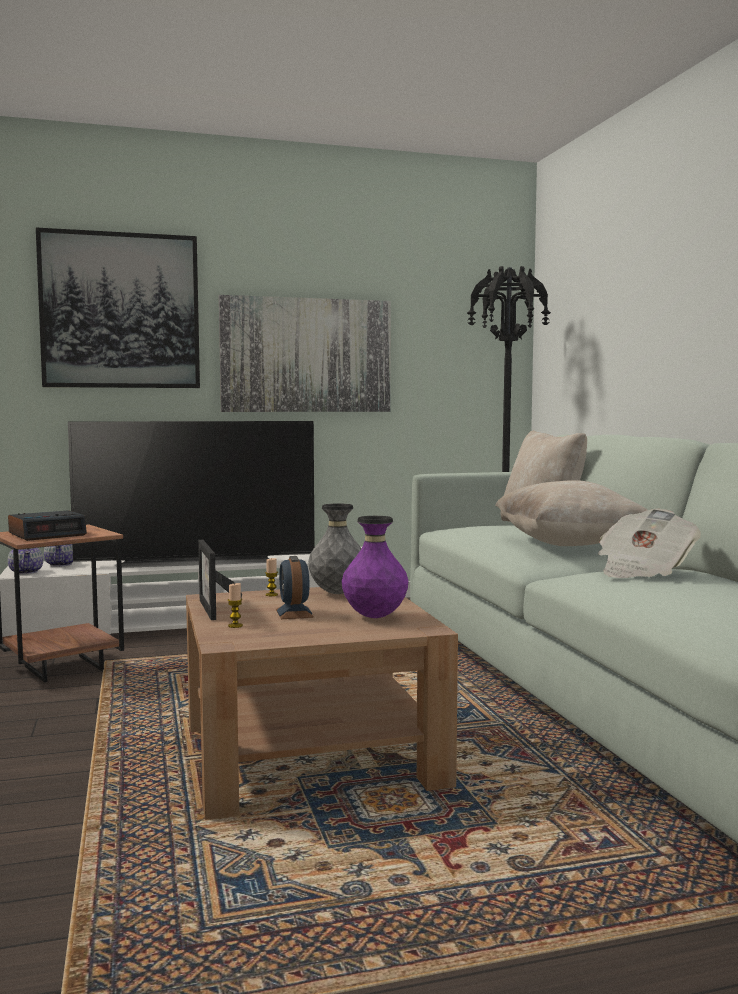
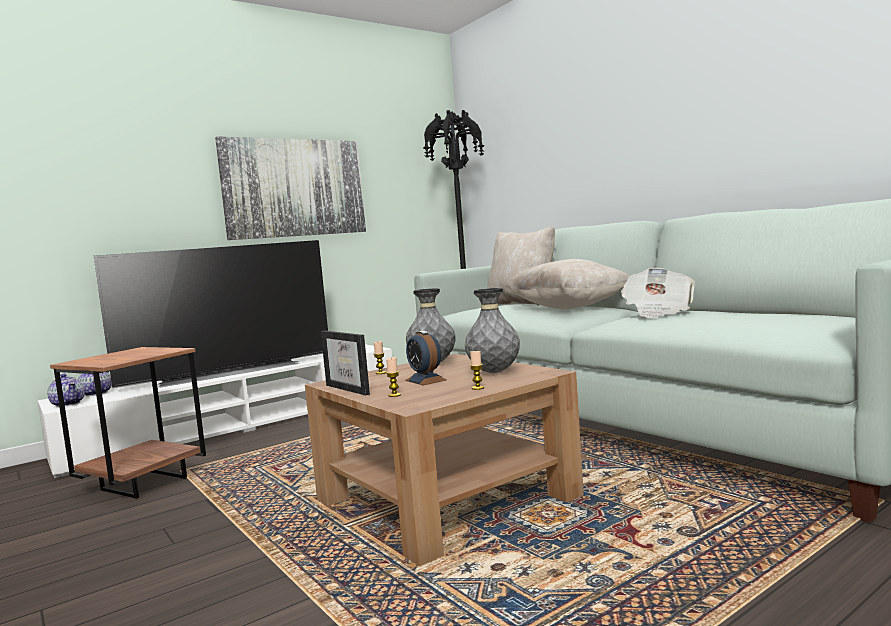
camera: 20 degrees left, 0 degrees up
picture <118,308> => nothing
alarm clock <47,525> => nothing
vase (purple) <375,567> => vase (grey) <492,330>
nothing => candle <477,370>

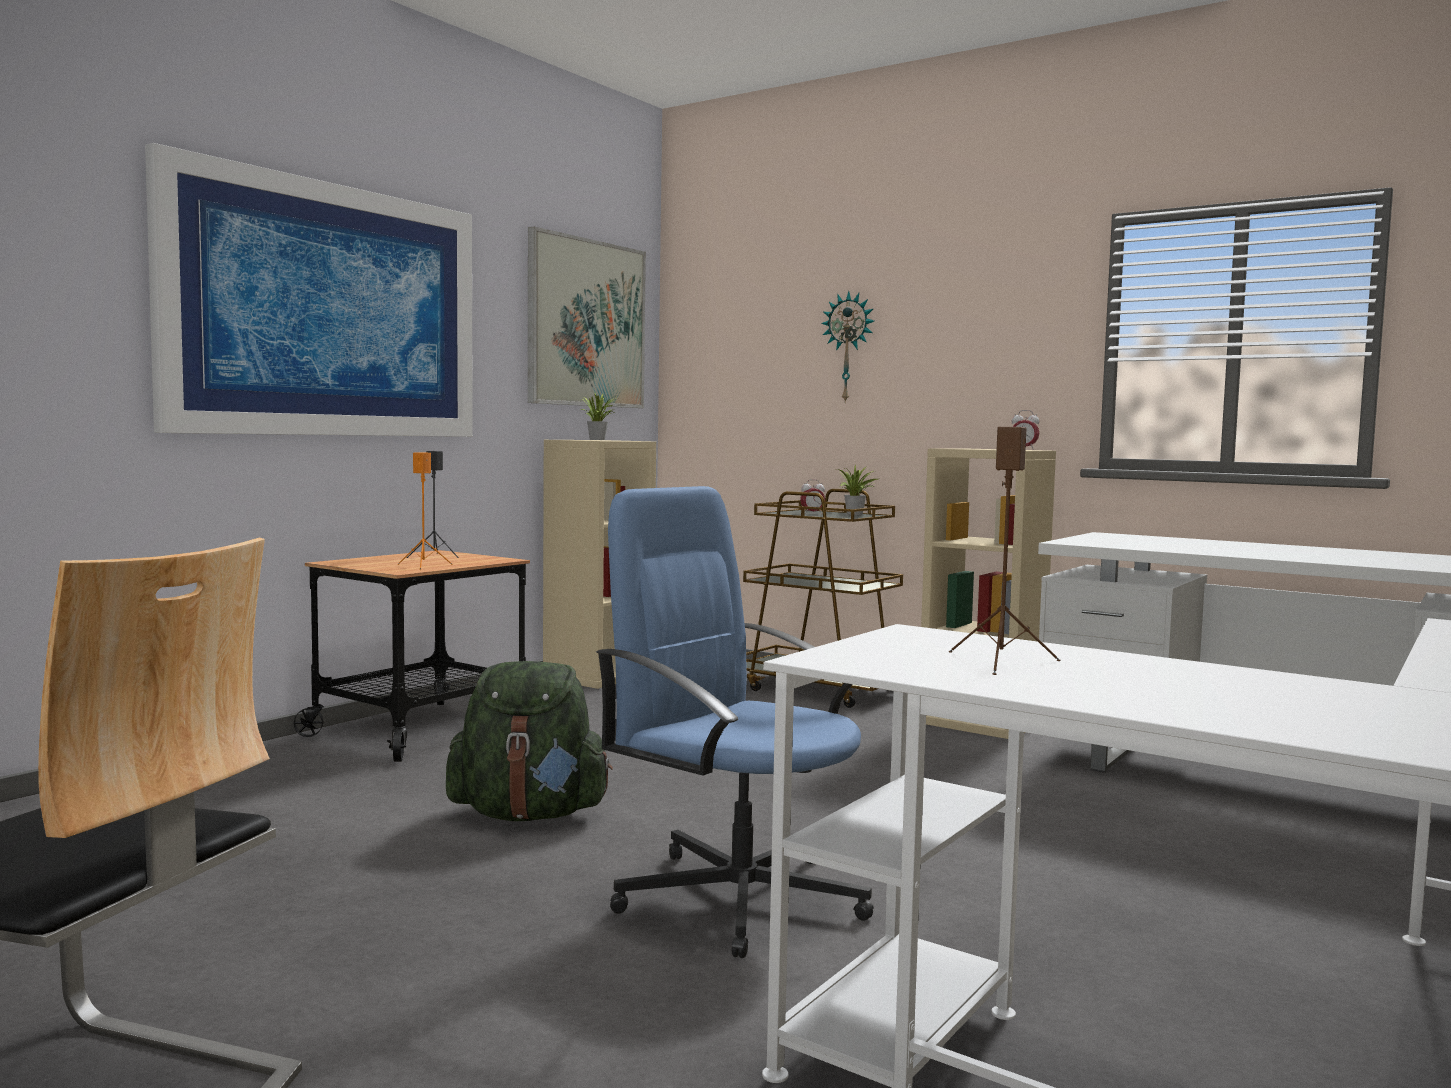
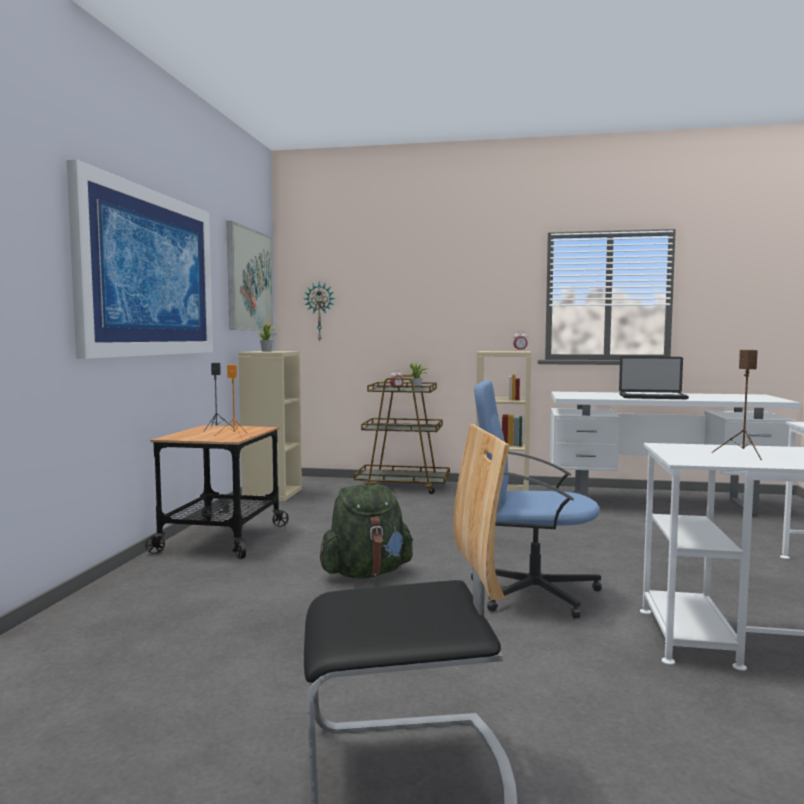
camera: 25 degrees left, 0 degrees up
wall clock <847,347> => wall clock <319,311>, move
nothing => laptop <654,377>

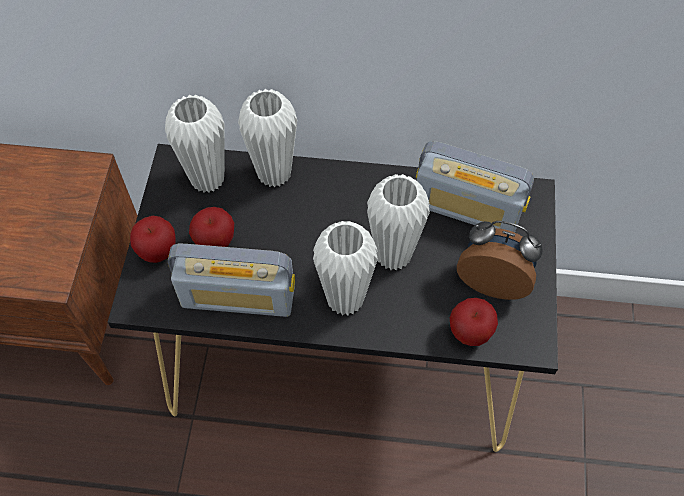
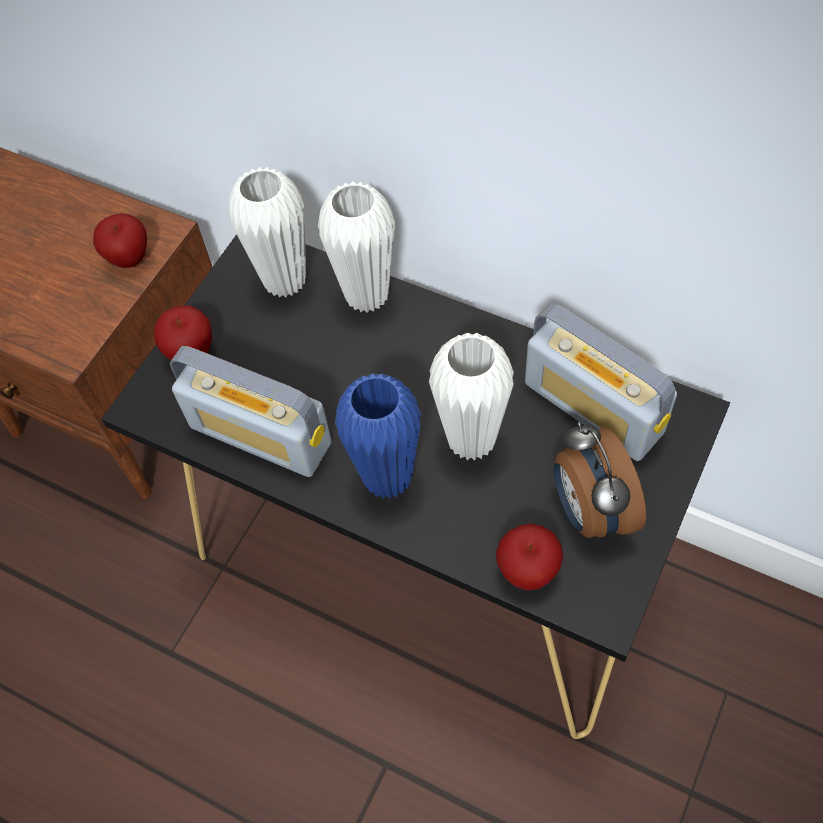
camera: 25 degrees right, 0 degrees up
apple <211,227> => apple <120,240>, move
vase (white) <345,268> => vase (blue) <378,436>
alarm clock <500,260> => alarm clock <600,480>, 150 degrees counterclockwise

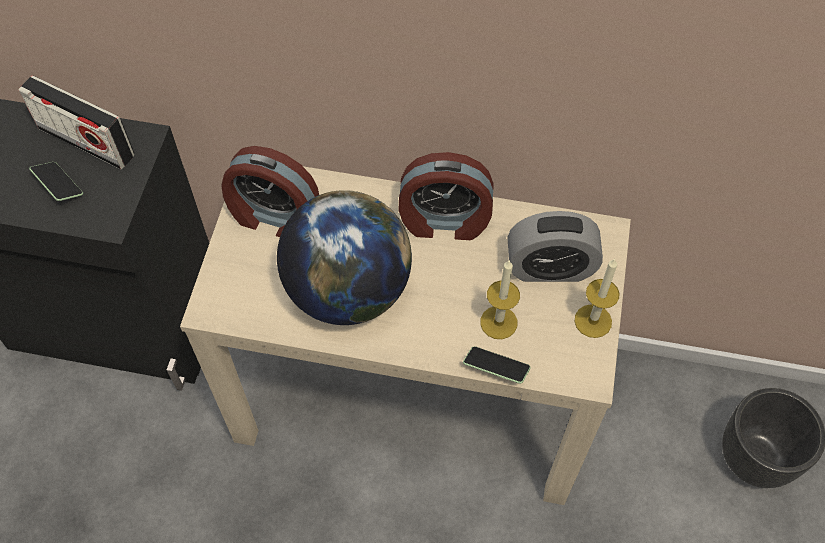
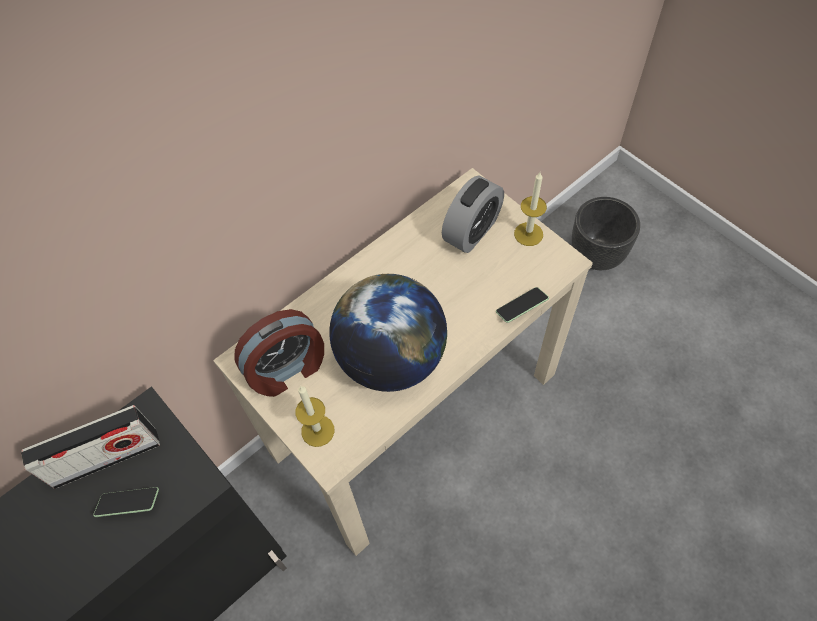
camera: 50 degrees left, 0 degrees up
alarm clock <446,196> => nothing
candle <500,300> => candle <315,416>, move

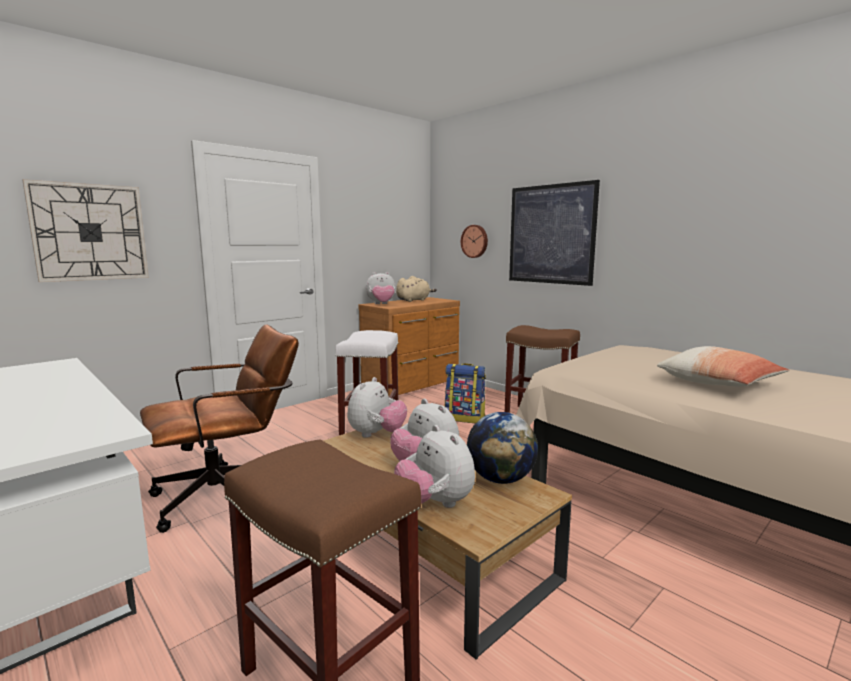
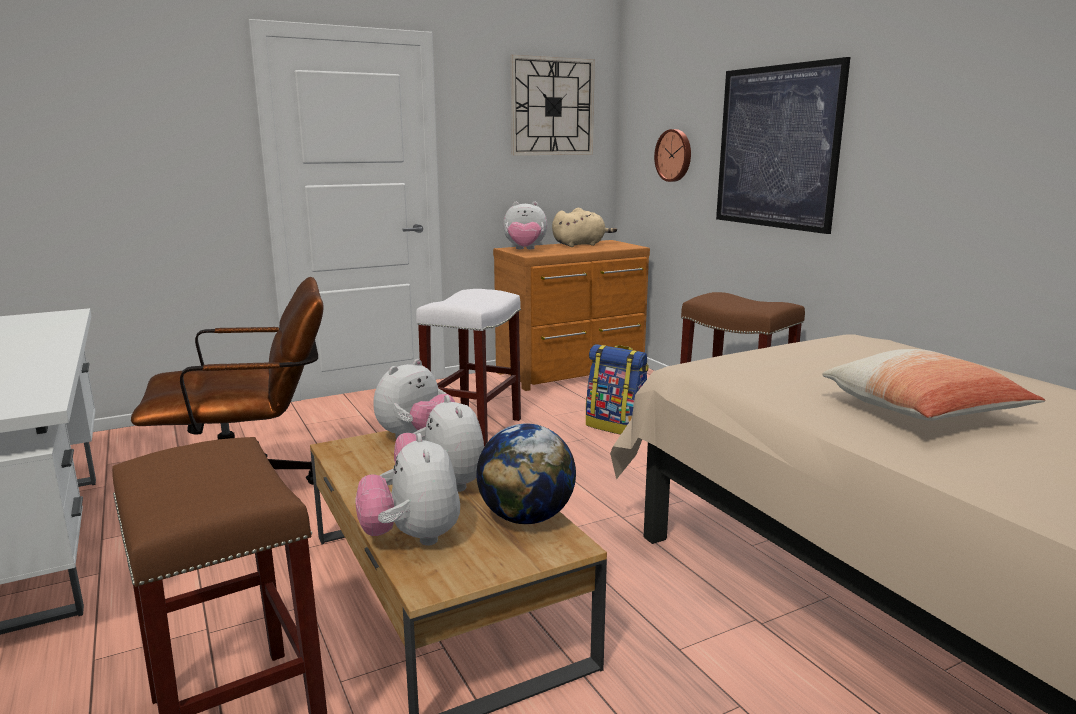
camera: 15 degrees right, 5 degrees up
wall clock <86,230> => wall clock <553,105>, move

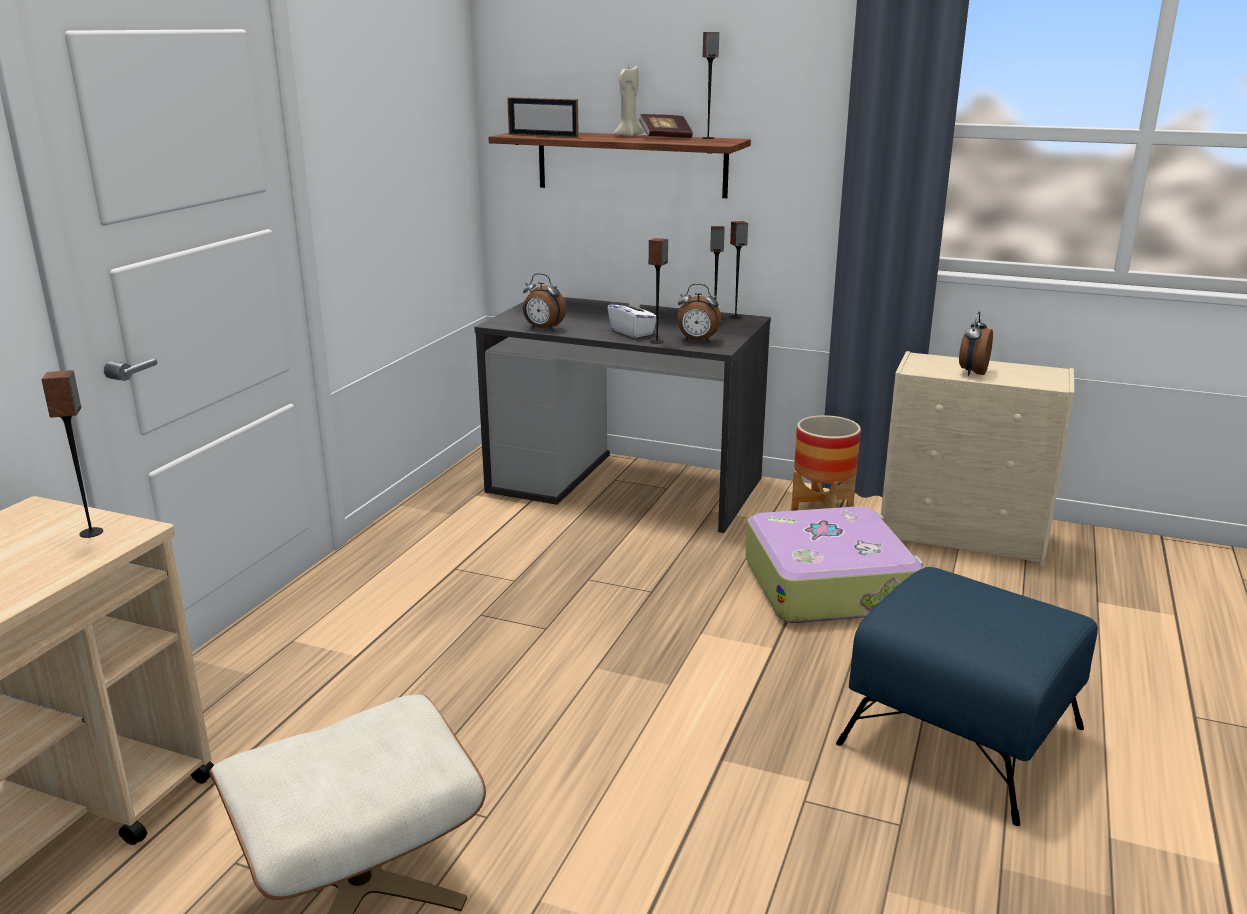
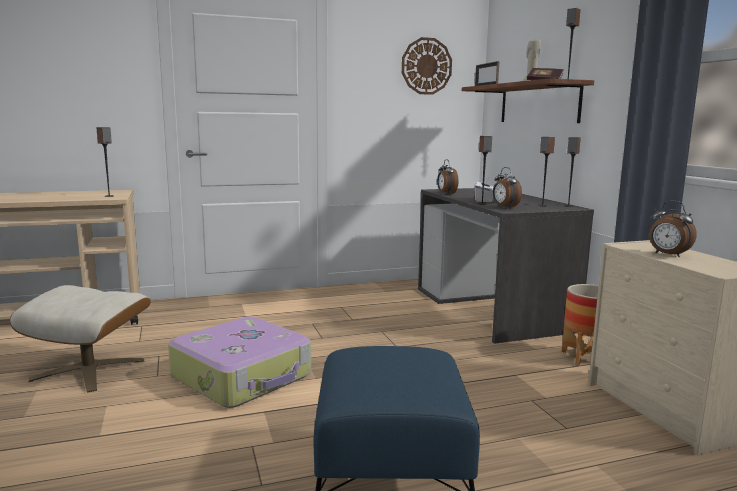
camera: 50 degrees right, 10 degrees down
alarm clock <976,344> => alarm clock <673,228>, 120 degrees counterclockwise
suitcase <834,564> => suitcase <239,362>, move
nothing => wall clock <427,66>

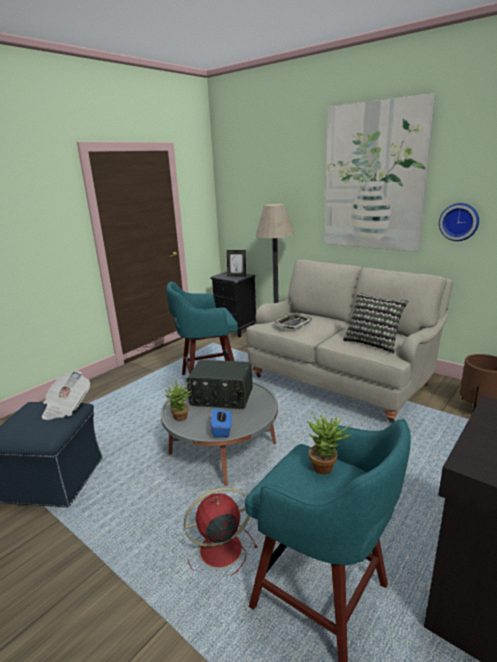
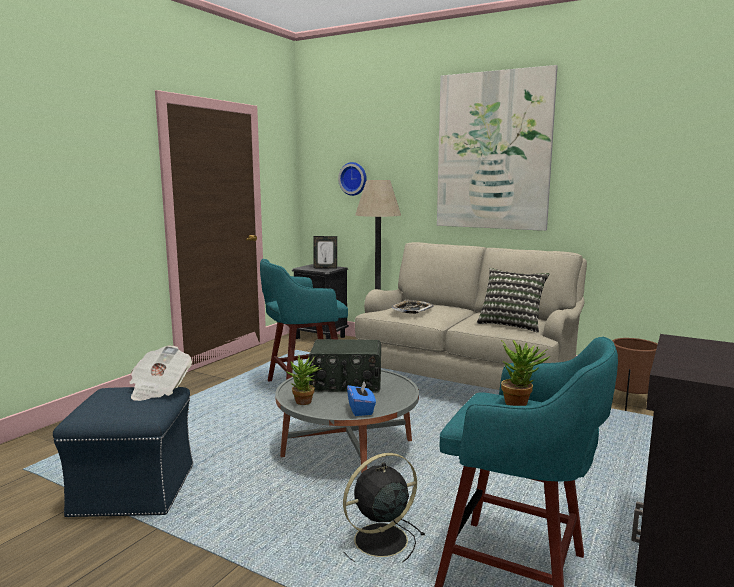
camera: 10 degrees left, 10 degrees down
wall clock <459,222> => wall clock <352,179>, move
fan (red) <221,531> => fan (black) <384,508>

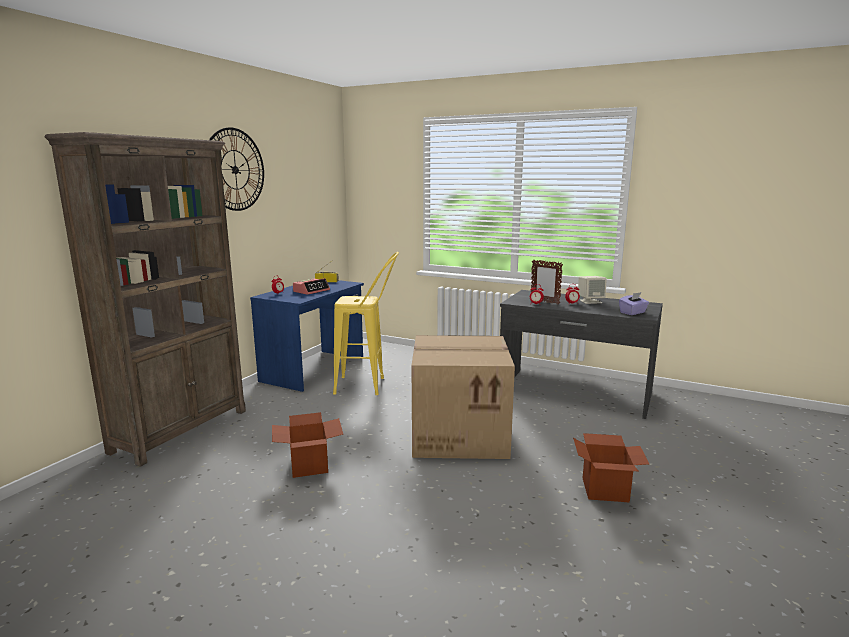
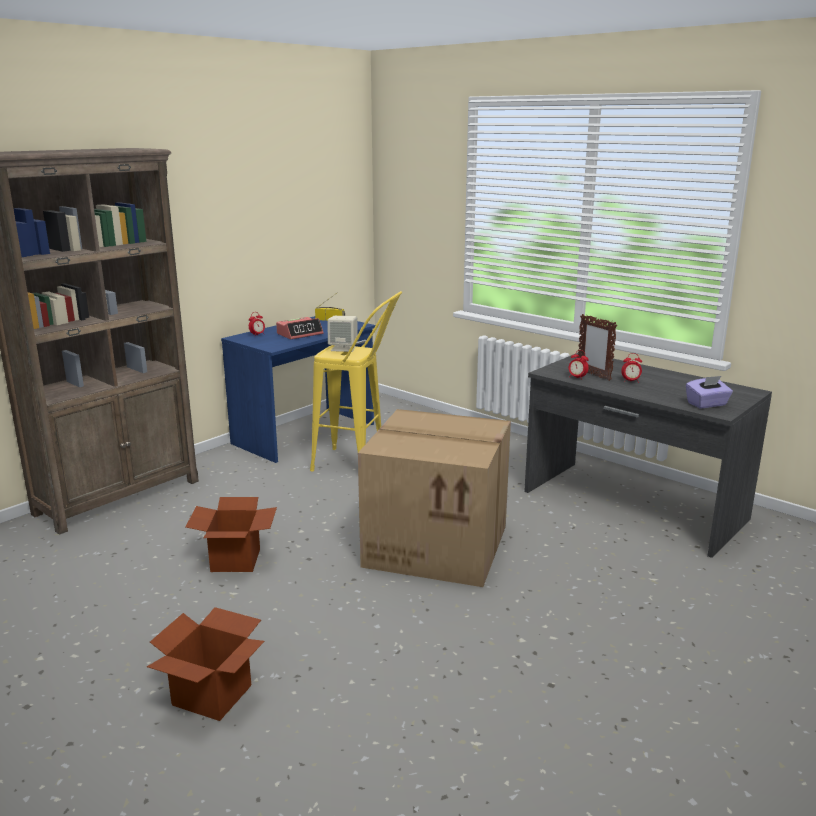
camera: 15 degrees right, 5 degrees up
wall clock <236,169> => nothing
speaker (beige) <592,290> => speaker (beige) <342,334>, move
cardboard box <611,467> => cardboard box <206,664>, move

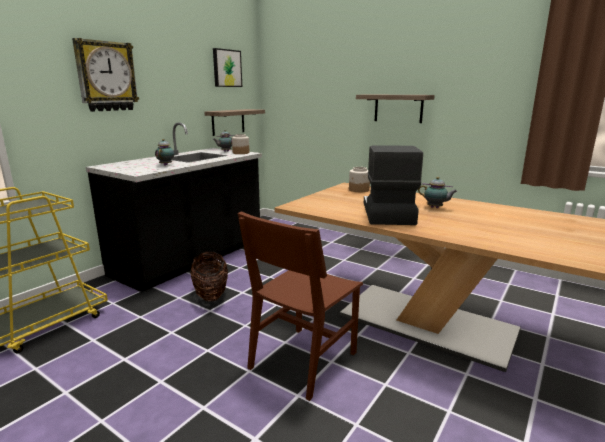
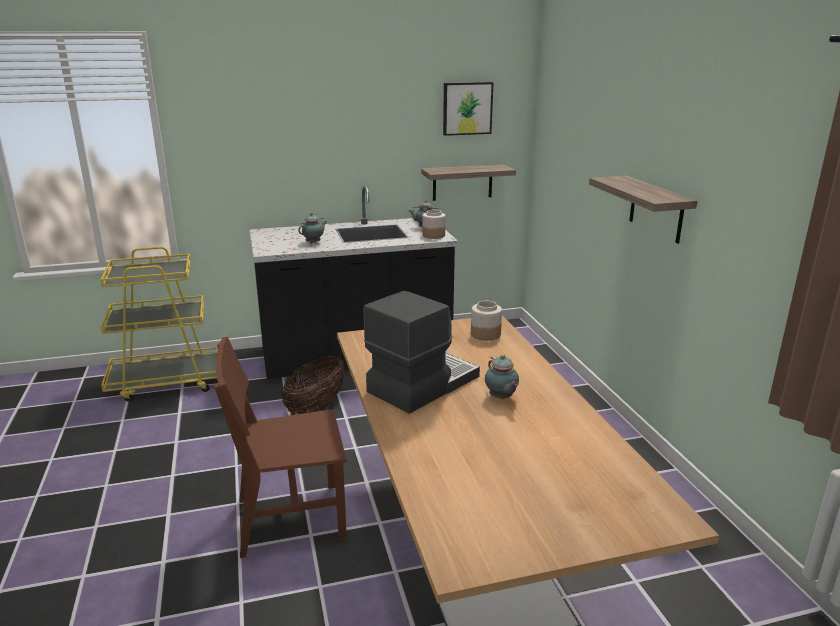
camera: 40 degrees right, 5 degrees up
wall clock <105,75> => nothing

